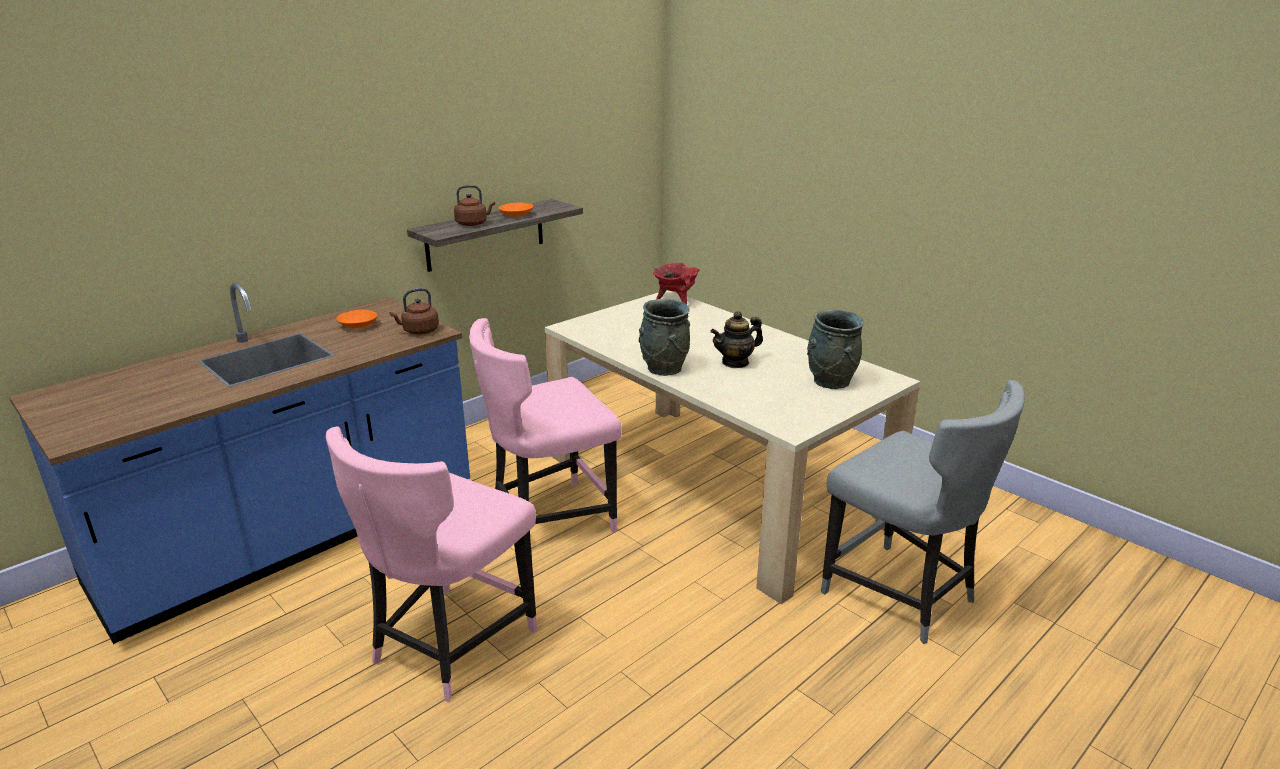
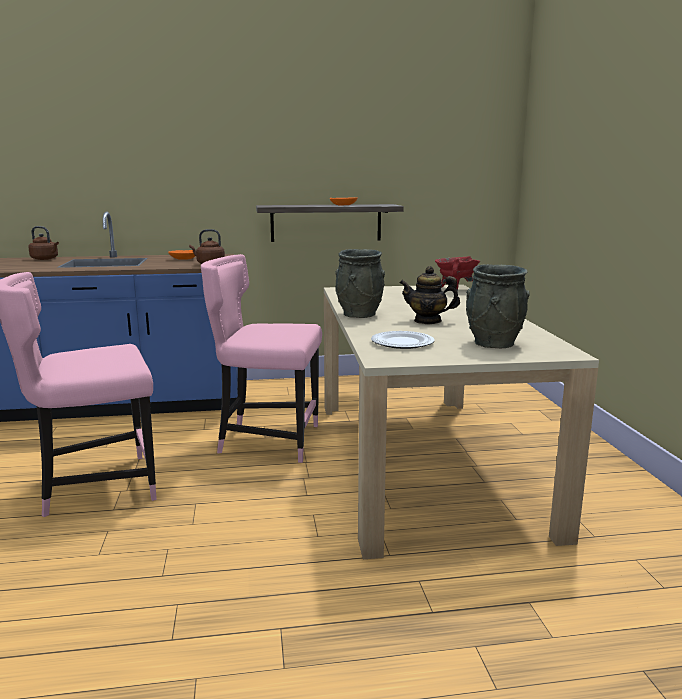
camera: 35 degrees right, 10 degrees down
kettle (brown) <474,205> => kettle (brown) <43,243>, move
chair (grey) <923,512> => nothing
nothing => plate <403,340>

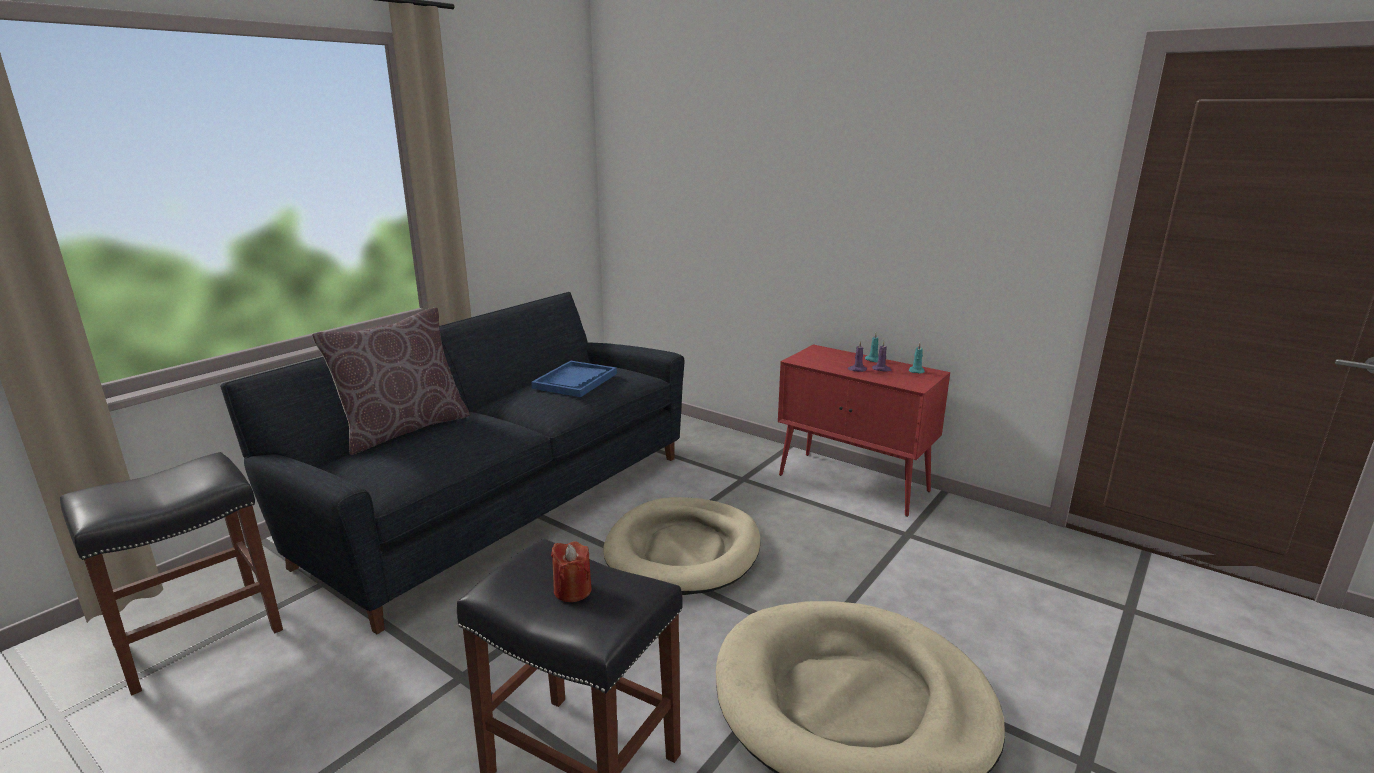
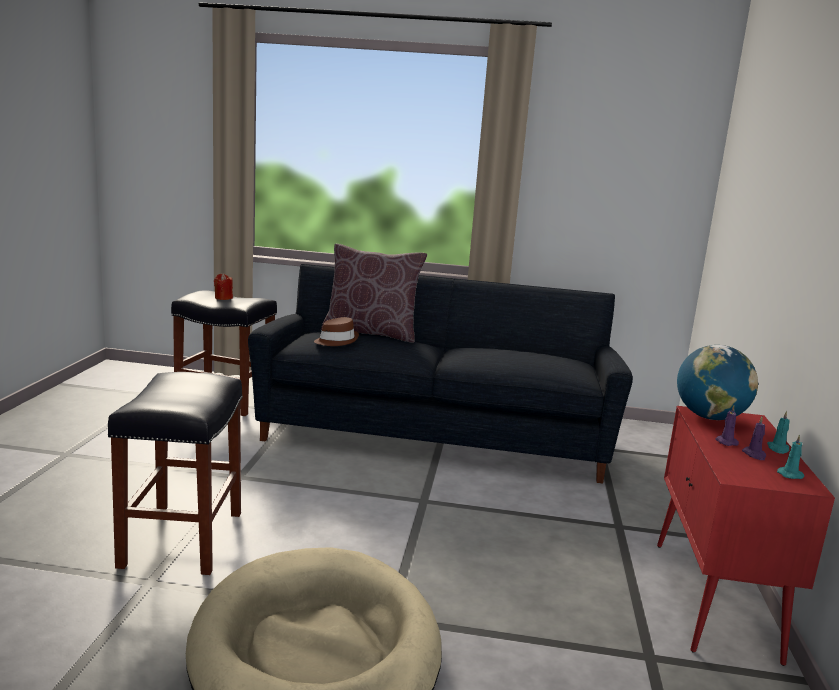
camera: 60 degrees right, 5 degrees down
tray (blue) <574,379> => nothing
dog bed (beige) <681,546> => nothing
candle (red) <571,571> => candle (red) <223,286>, move
nothing => hat (brown) <336,331>
nothing => globe <717,382>

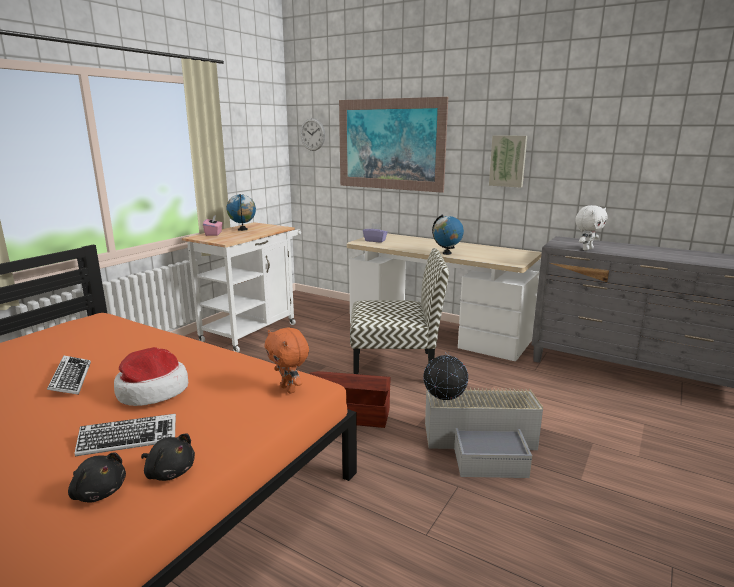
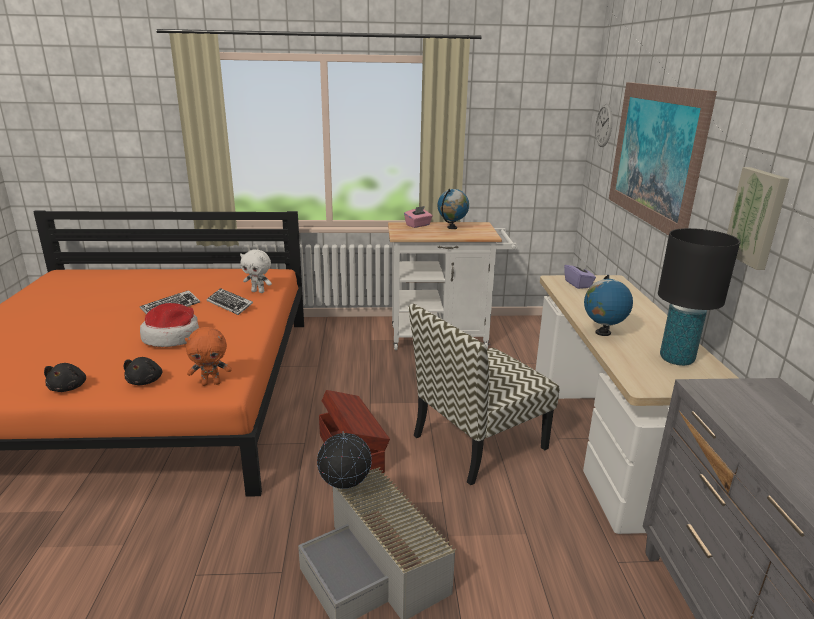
camera: 55 degrees right, 5 degrees up
plush toy (white) <591,228> => plush toy (white) <256,271>, move
chair <399,311> => chair <484,394>, 90 degrees clockwise
plush toy (orange) <287,360> => plush toy (orange) <208,356>, 120 degrees counterclockwise
keyboard <125,435> => keyboard <230,301>, move
plush toy (black) <97,477> => plush toy (black) <143,371>, move
nothing => table lamp (black) <699,297>

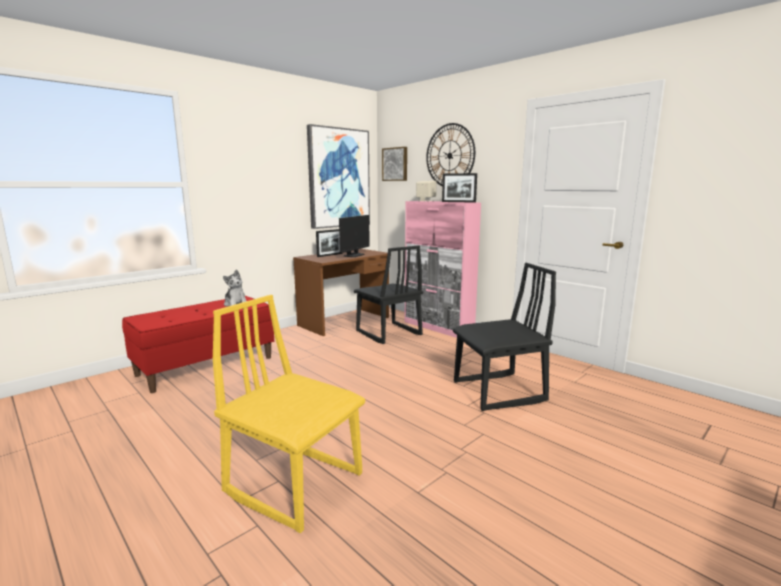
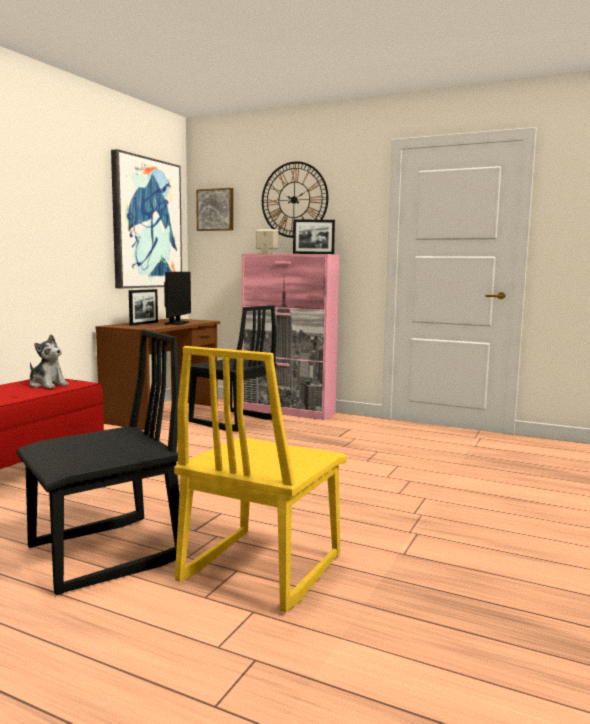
camera: 20 degrees left, 5 degrees down
chair (black) <504,337> => chair (black) <98,462>, move
chair (yellow) <289,414> => chair (yellow) <260,479>, 75 degrees counterclockwise

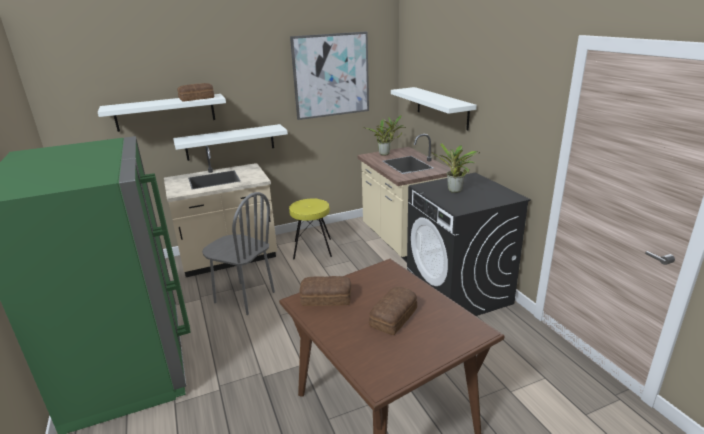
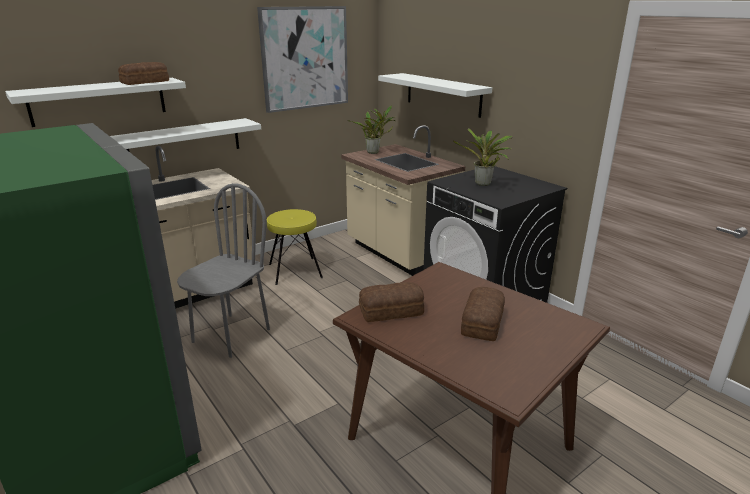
camera: 15 degrees left, 0 degrees up
chair (grey) <238,253> => chair (grey) <223,270>, 75 degrees counterclockwise

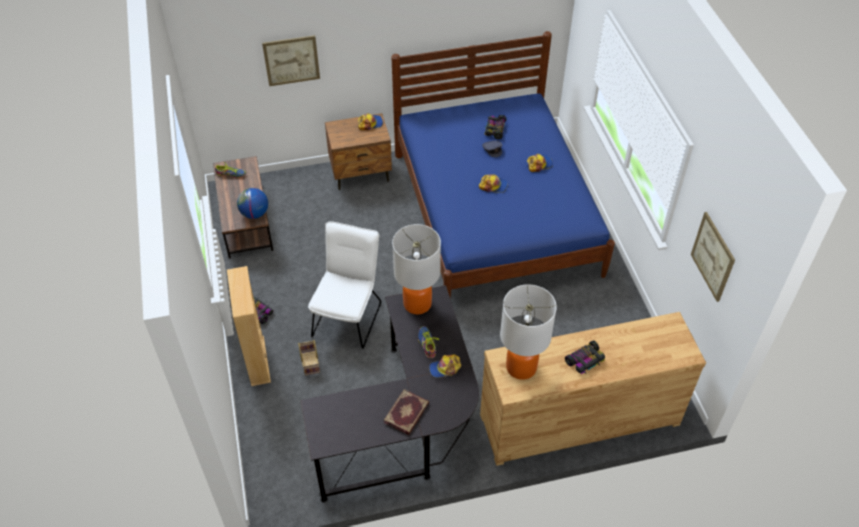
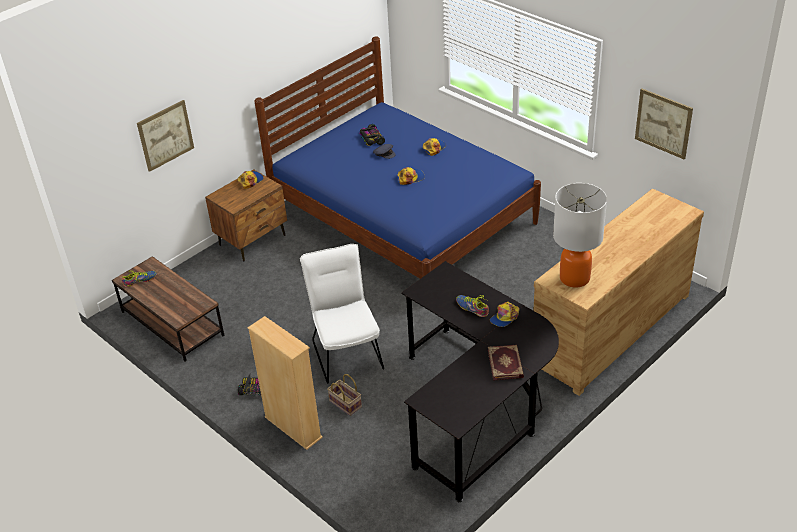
camera: 30 degrees left, 10 degrees down
globe <252,203> => nothing
table lamp <416,269> => nothing
toy car <585,357> => nothing

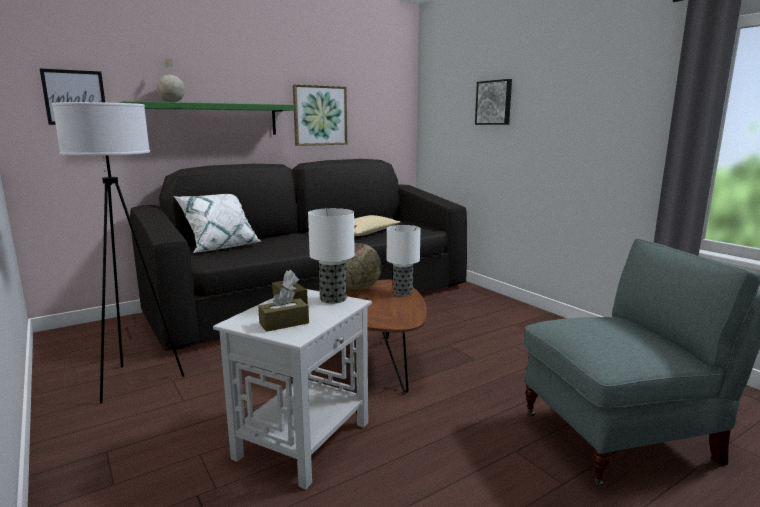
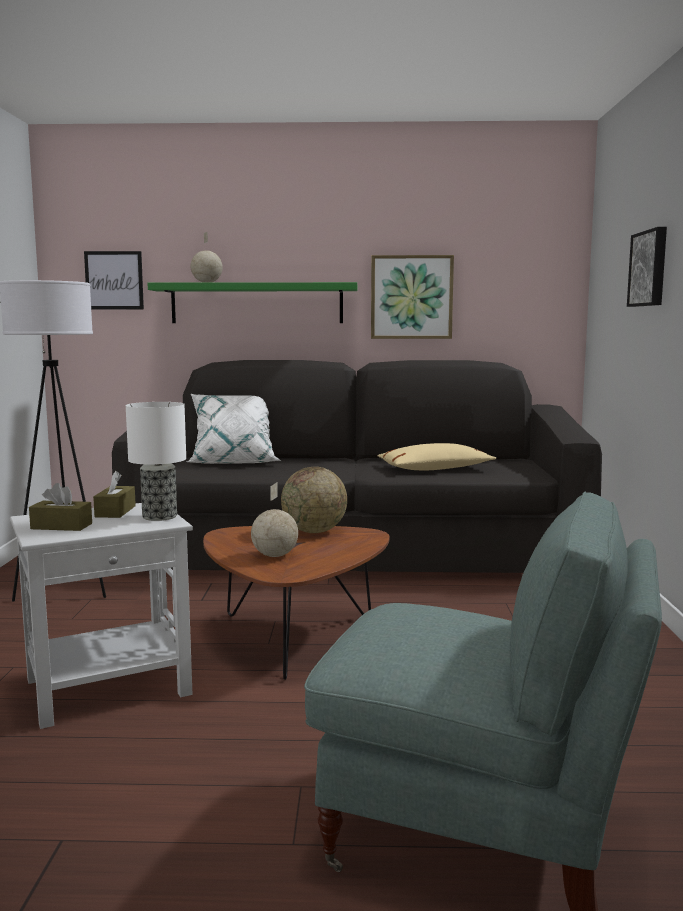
camera: 35 degrees right, 5 degrees down
table lamp <404,260> => nothing
nothing => globe <274,520>

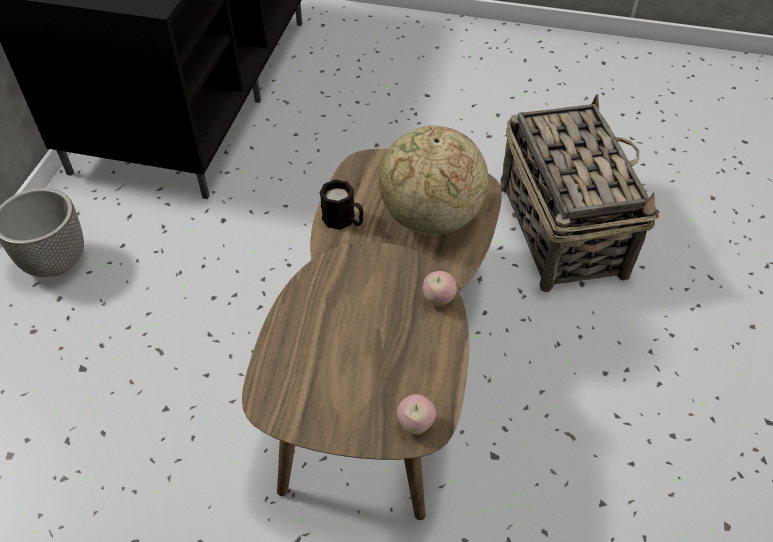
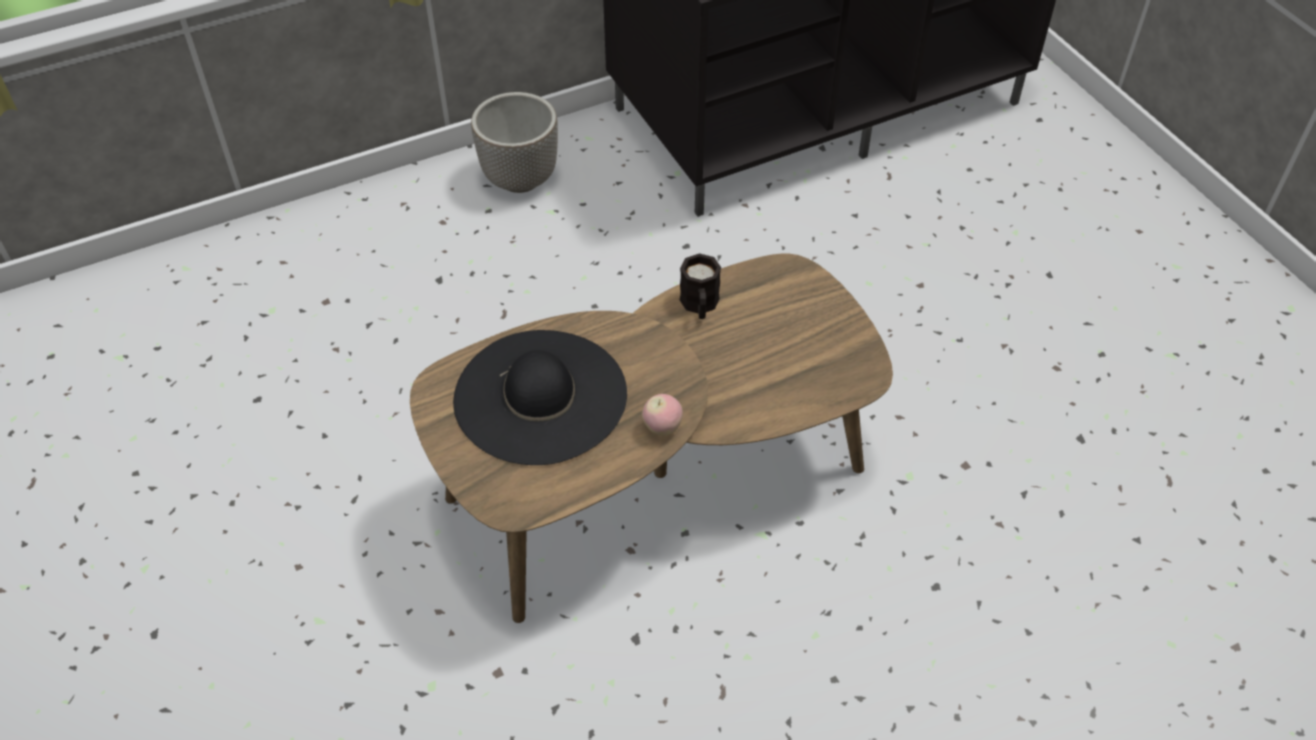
camera: 50 degrees right, 0 degrees up
basket <579,193> => nothing
globe <433,180> => nothing
apple <416,414> => nothing
nothing => hat (black) <540,397>

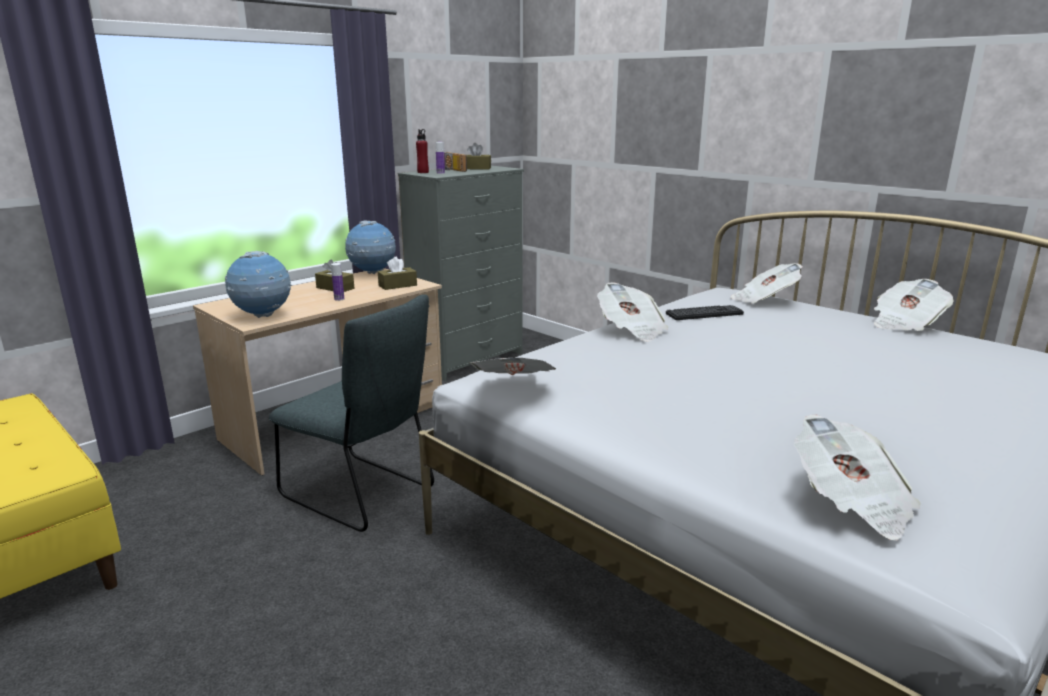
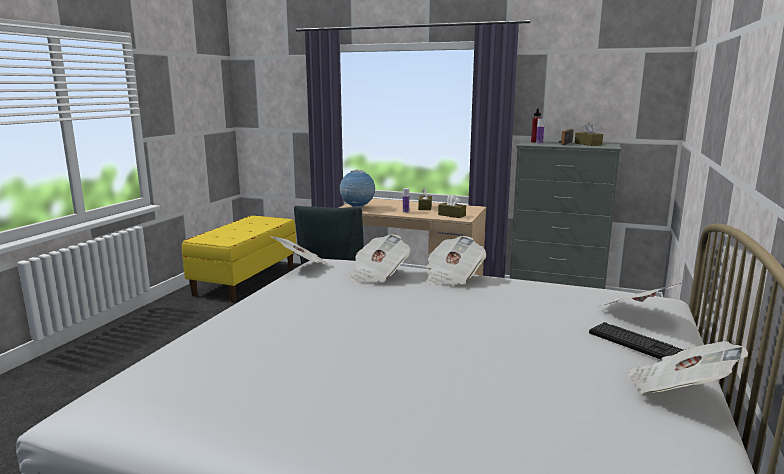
camera: 65 degrees right, 5 degrees down
globe <370,247> => nothing
keyboard <705,312> => keyboard <636,341>, move
newspaper <857,477> => newspaper <379,258>, move

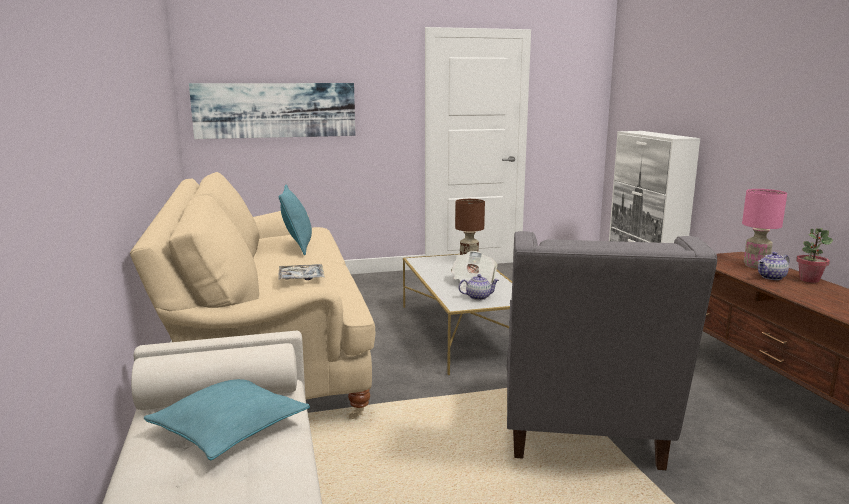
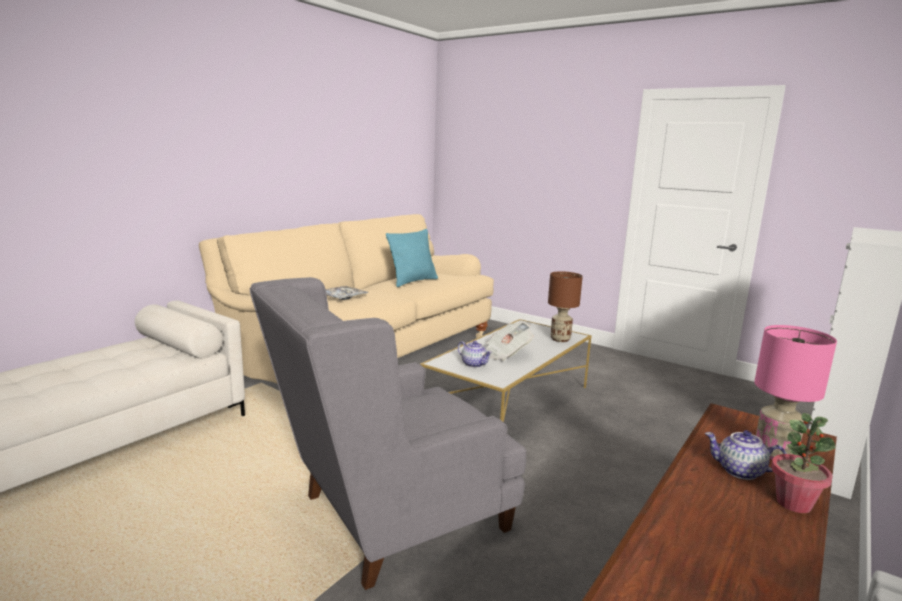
camera: 50 degrees right, 0 degrees up
picture <272,111> => nothing
pillow (turquoise) <227,419> => nothing

